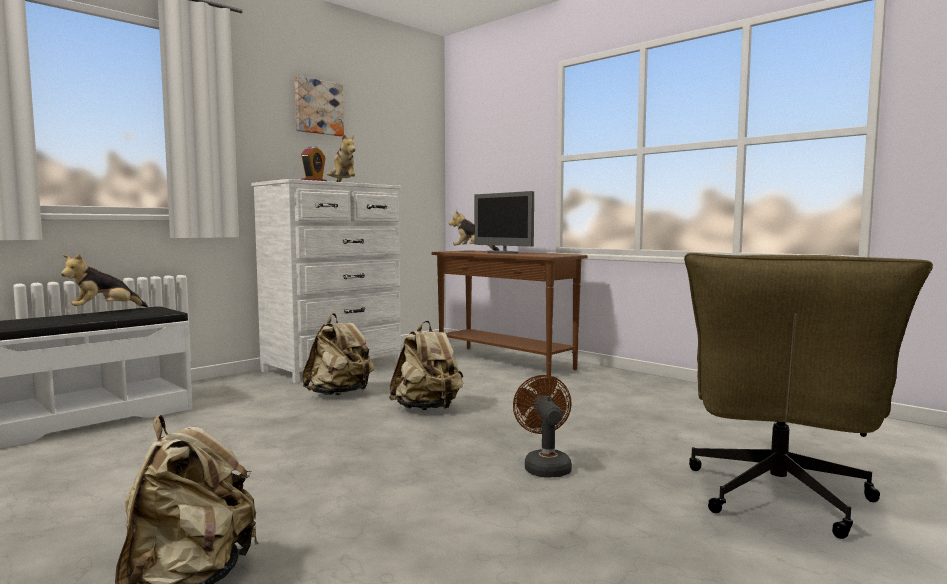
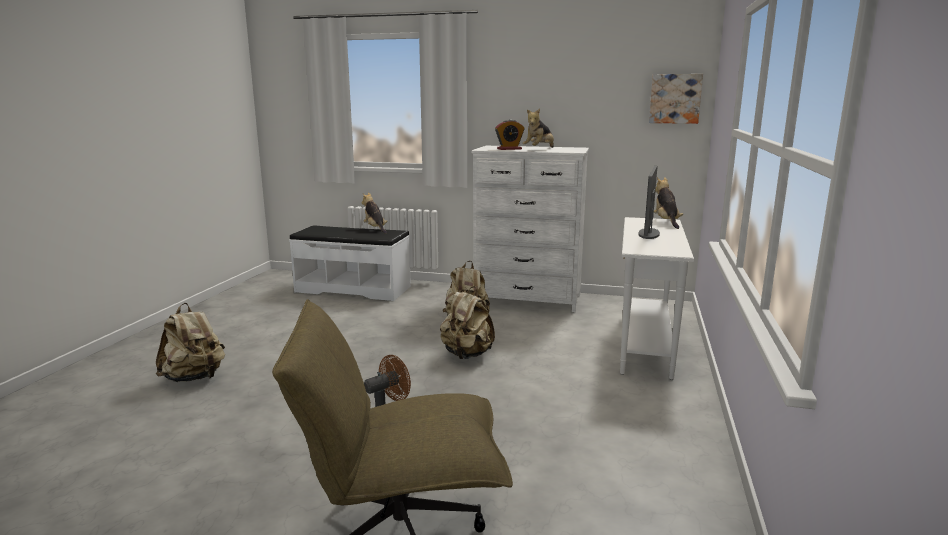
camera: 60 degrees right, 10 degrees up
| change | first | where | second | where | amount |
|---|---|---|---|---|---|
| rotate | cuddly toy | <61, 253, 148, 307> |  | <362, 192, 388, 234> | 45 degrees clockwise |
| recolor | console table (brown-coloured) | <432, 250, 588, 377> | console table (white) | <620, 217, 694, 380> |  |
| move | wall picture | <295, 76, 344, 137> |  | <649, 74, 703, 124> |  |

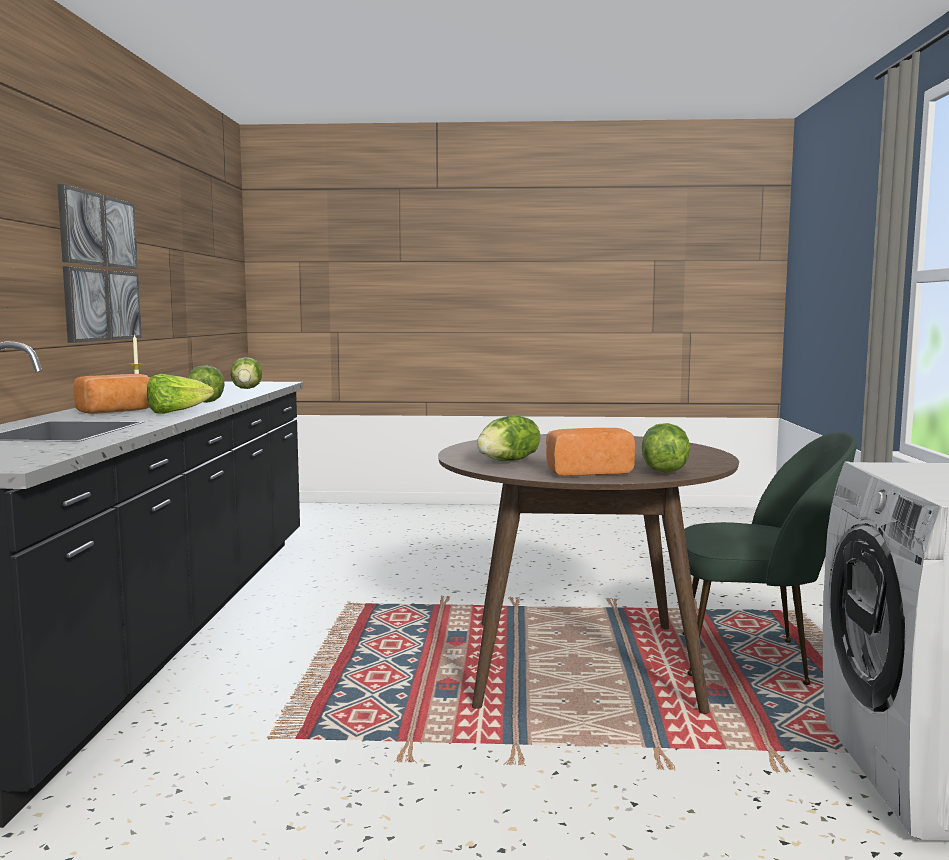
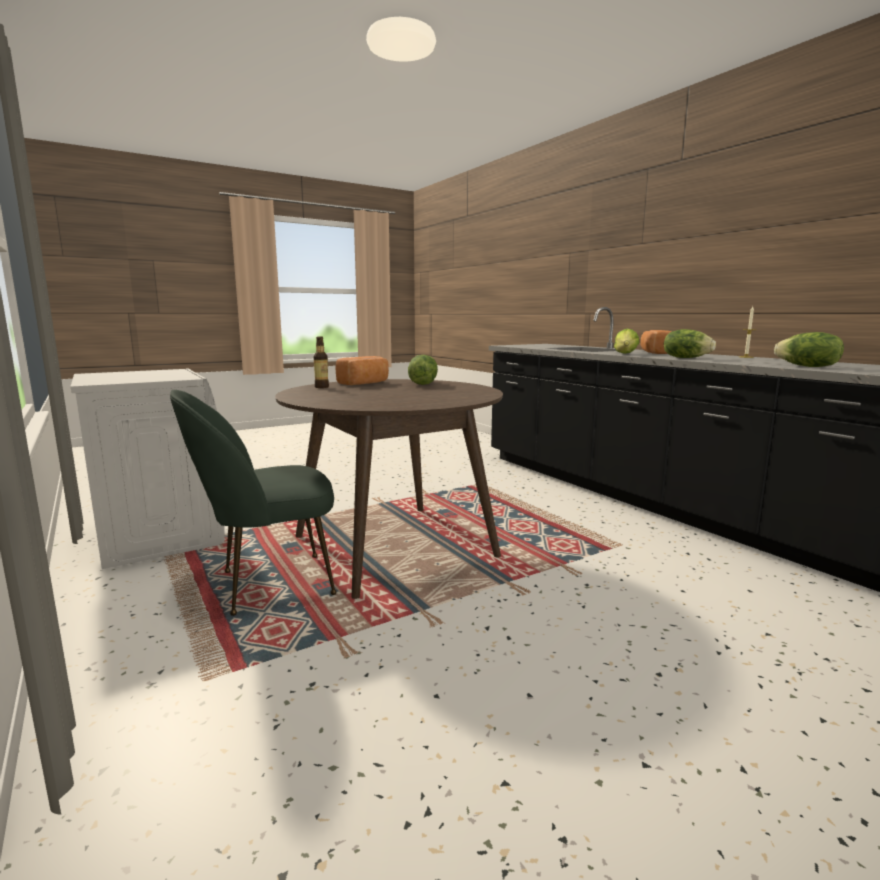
camera: 145 degrees right, 5 degrees up
| change | first | where | second | where | amount |
|---|---|---|---|---|---|
| replace | lettuce head | <642, 423, 690, 473> | drink bottle | <313, 336, 329, 388> |  |
| delete | wall picture | <57, 184, 142, 343> |  |  |  |

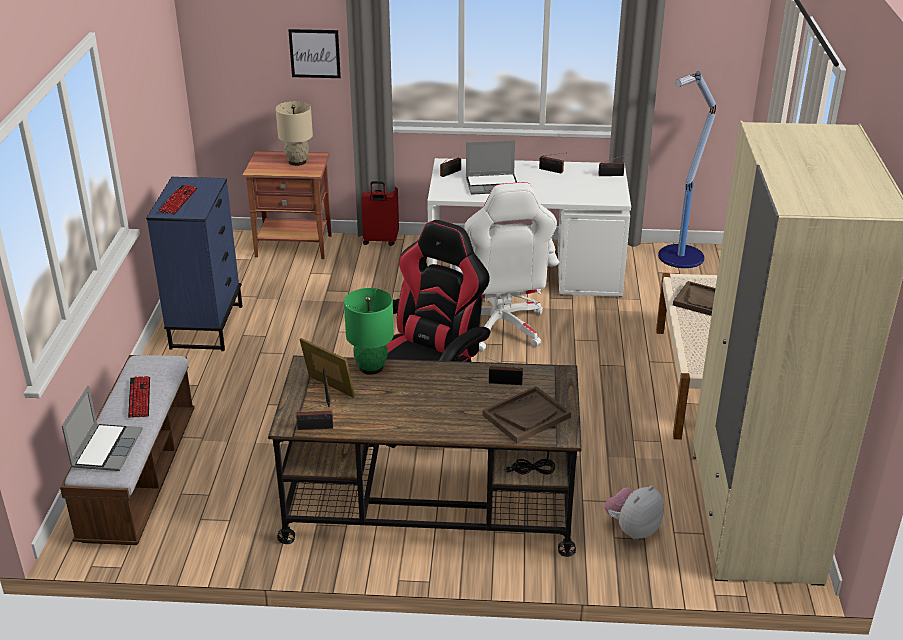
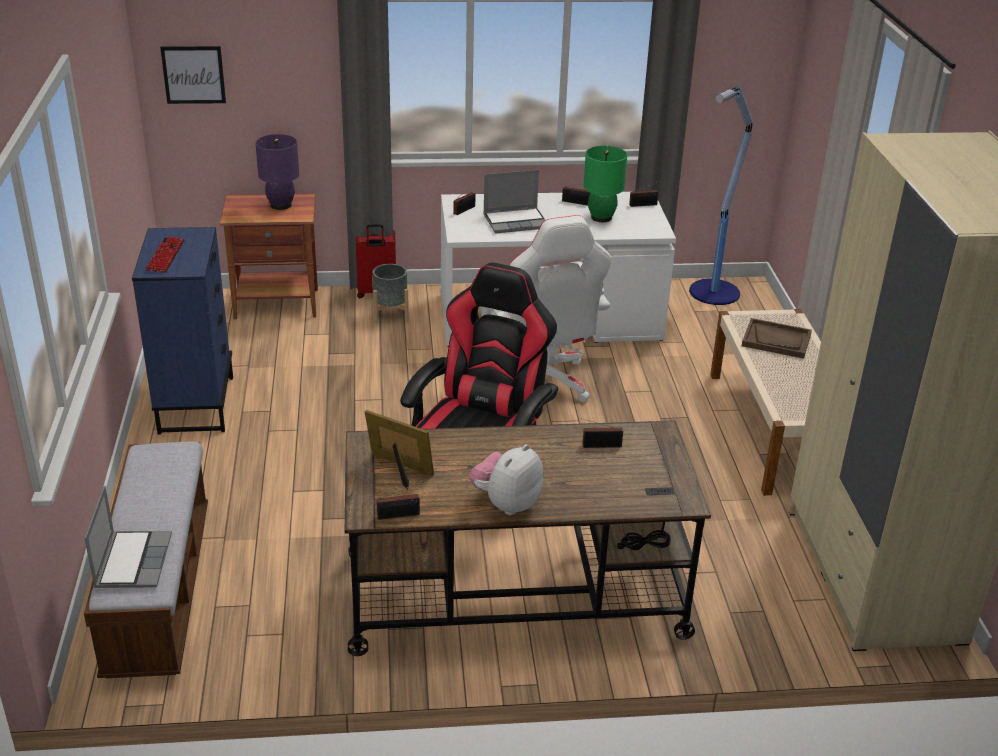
camera: 10 degrees left, 0 degrees up
| change | first | where | second | where | amount |
|---|---|---|---|---|---|
| move | wall picture | <288, 29, 341, 78> |  | <160, 46, 226, 104> |  |
| recolor | lamp for a table (beige) | <276, 101, 313, 166> | lamp for a table (purple) | <255, 134, 299, 210> |  |
| insert |  |  | plant pot (gray) | <372, 264, 409, 324> |  |
| move | cuddly toy | <605, 486, 664, 539> |  | <469, 444, 544, 515> |  |
| move | lamp for a table (green) | <344, 288, 394, 375> |  | <583, 146, 627, 222> |  |
| delete | PC keyboard | <128, 376, 150, 418> |  |  |  |
| delete | serving tray (brown-coloured) | <483, 386, 571, 443> |  |  |  |

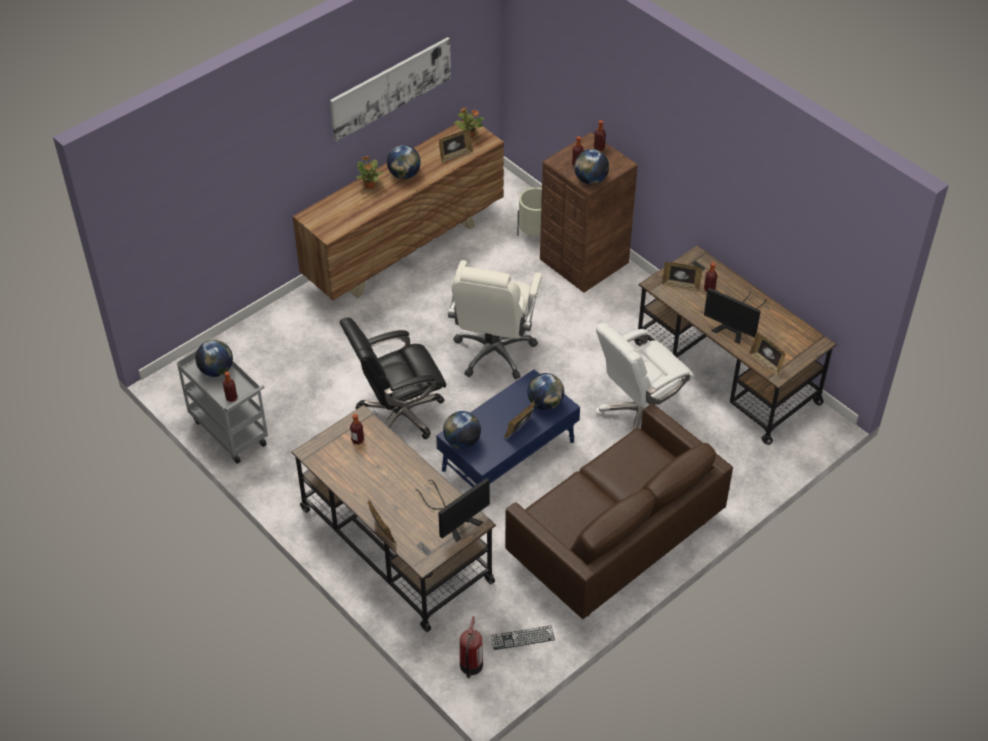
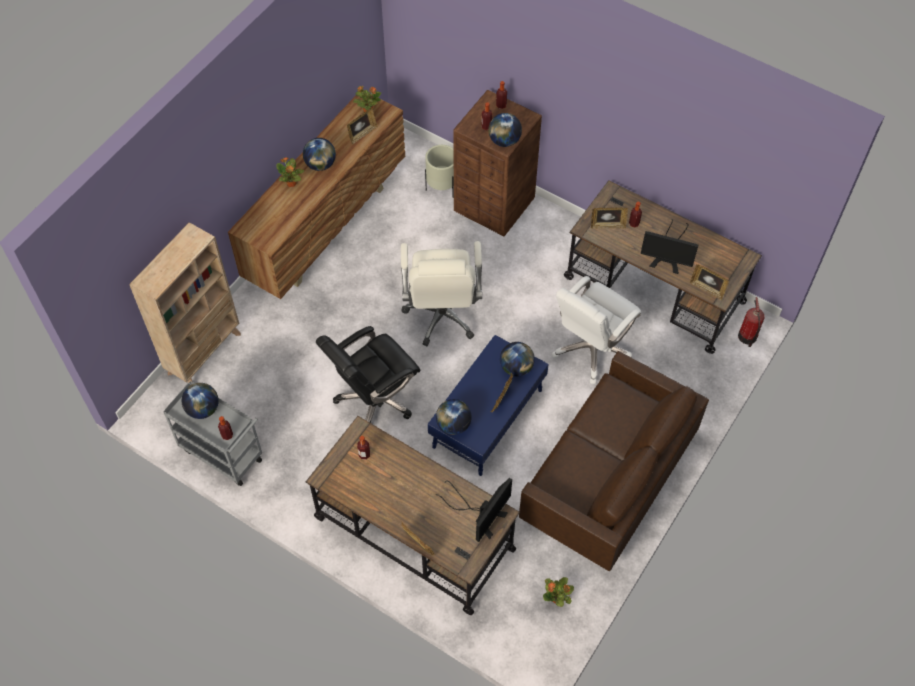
camera: 15 degrees left, 10 degrees up
| change | first | where | second | where | amount |
|---|---|---|---|---|---|
| insert |  |  | shelving unit (beige) | <129, 222, 241, 383> |  |
| replace | PC keyboard | <490, 626, 555, 650> | potted plant | <543, 577, 574, 607> |  |
| move | fire extinguisher | <460, 616, 483, 678> |  | <738, 297, 765, 347> |  |
| delete | wall picture | <330, 37, 451, 142> |  |  |  |

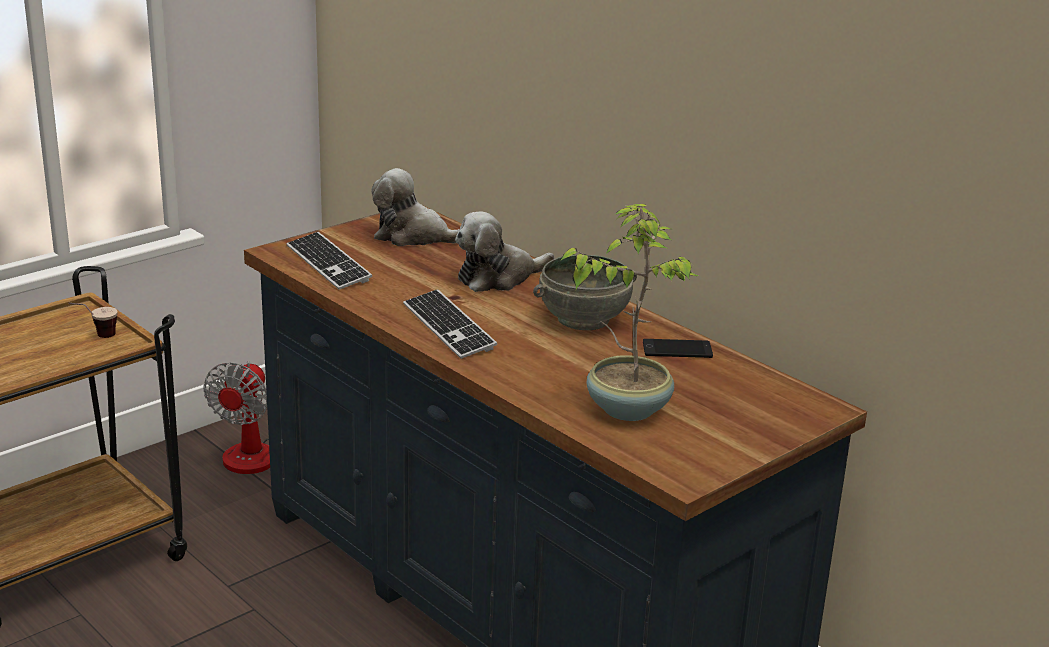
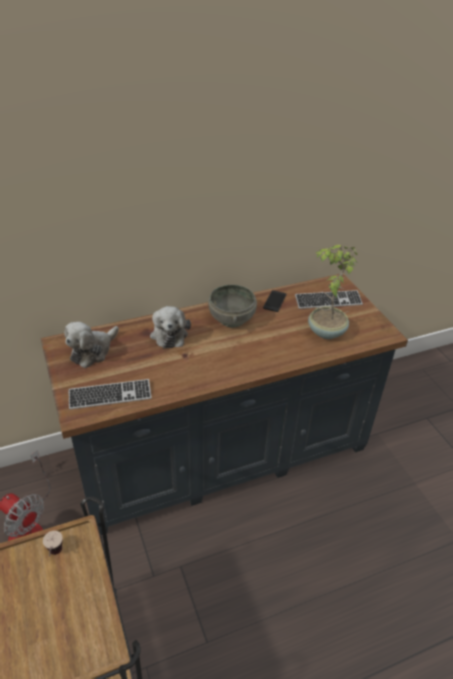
camera: 70 degrees left, 15 degrees up
| change | first | where | second | where | amount |
|---|---|---|---|---|---|
| move | PC keyboard | <403, 289, 497, 359> |  | <295, 290, 363, 309> |  |

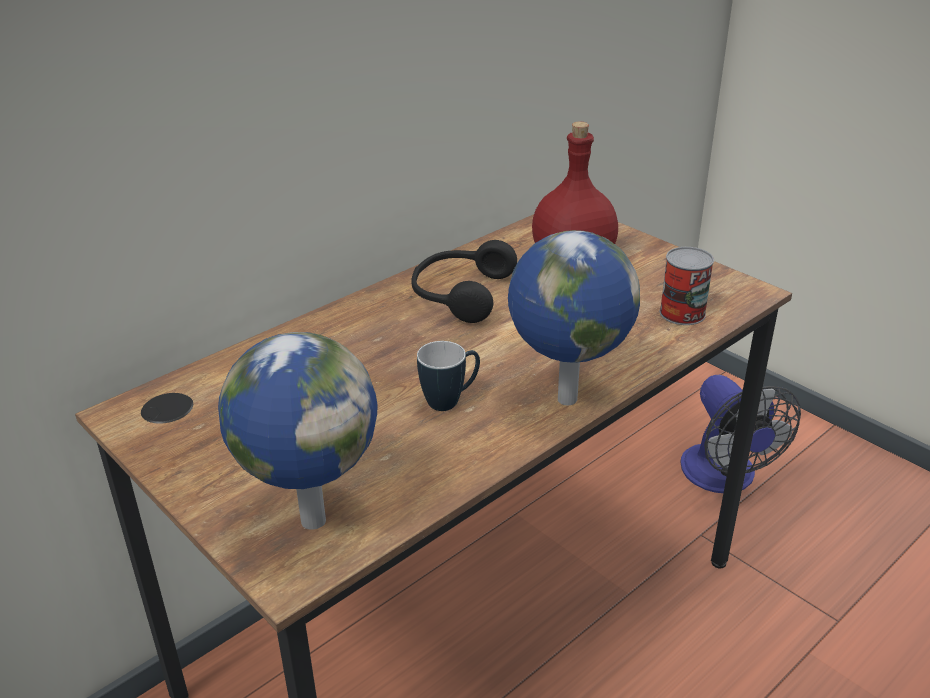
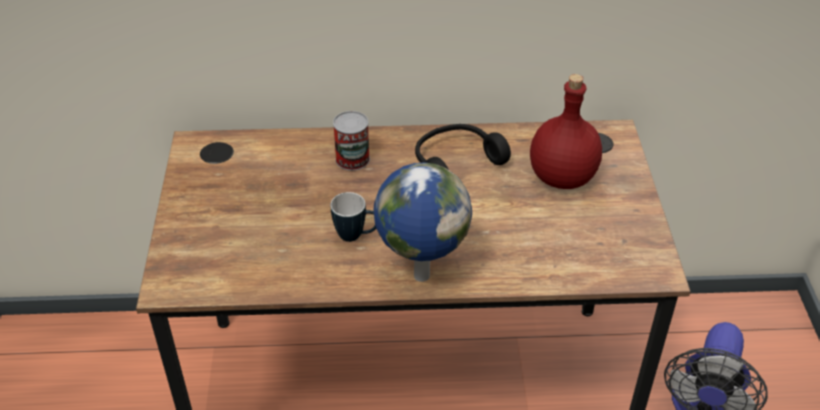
camera: 40 degrees right, 10 degrees up
| change | first | where | second | where | amount |
|---|---|---|---|---|---|
| move | can | <660, 247, 714, 325> |  | <333, 111, 370, 171> |  |
| delete | world globe | <218, 332, 377, 529> |  |  |  |

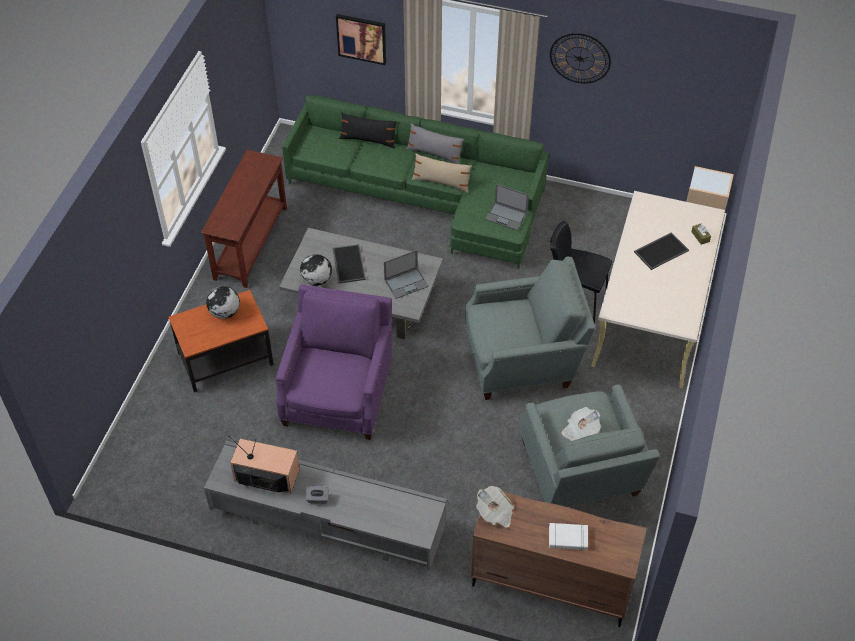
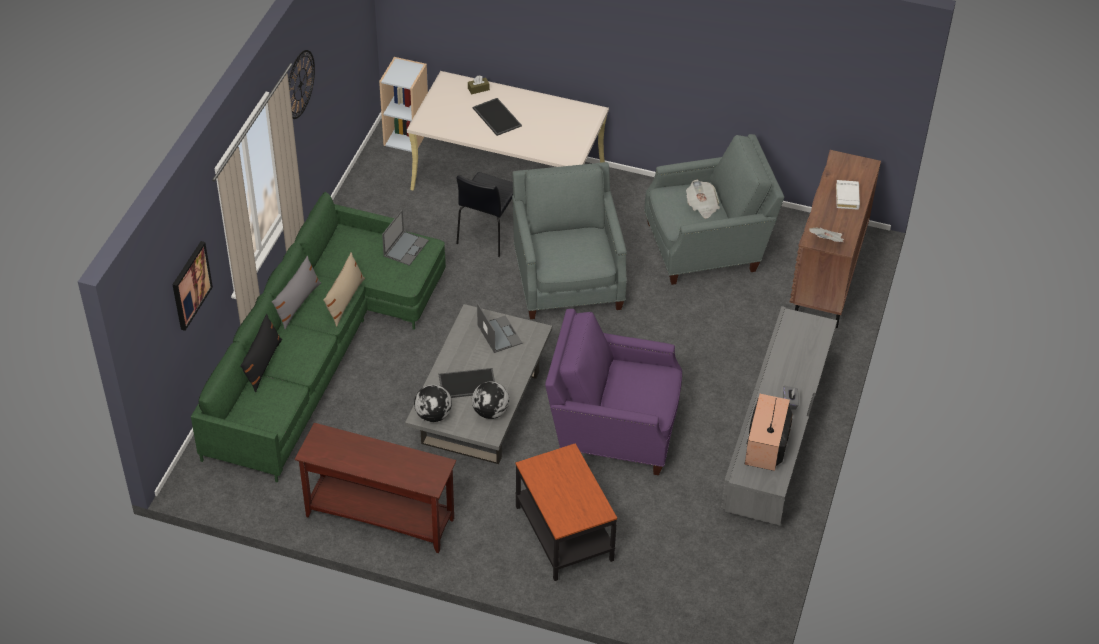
camera: 90 degrees left, 5 degrees down
| change | first | where | second | where | amount |
|---|---|---|---|---|---|
| move | world globe | <206, 286, 240, 319> |  | <414, 385, 452, 422> |  |

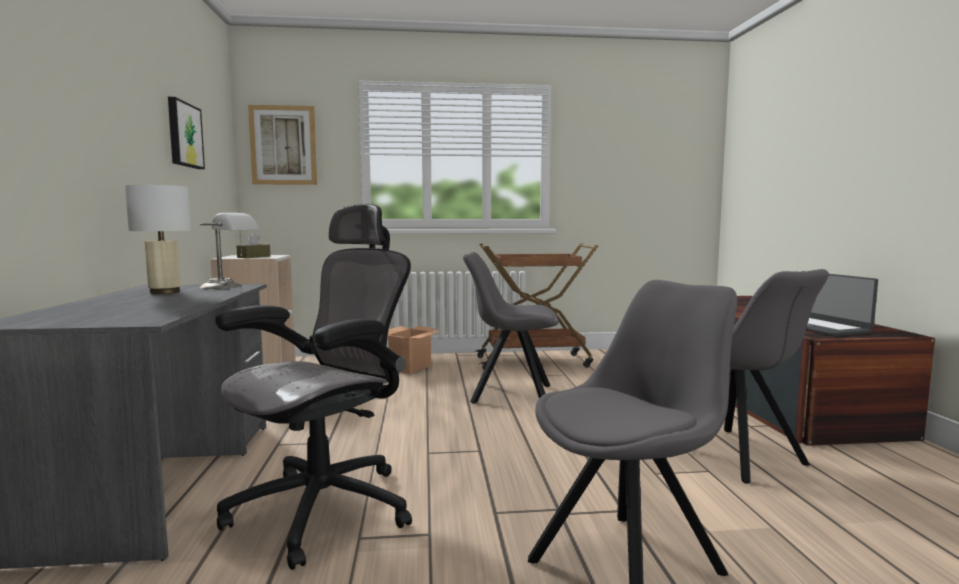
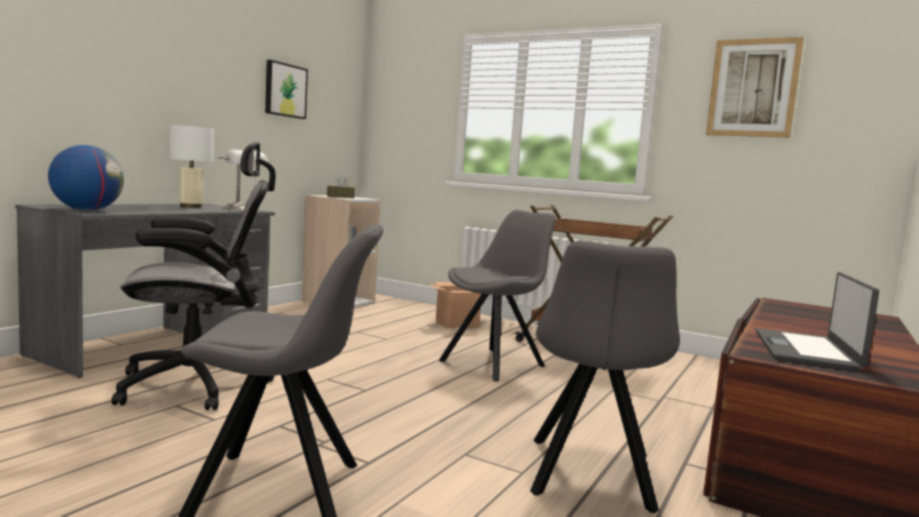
camera: 35 degrees right, 0 degrees up
| change | first | where | second | where | amount |
|---|---|---|---|---|---|
| insert |  |  | world globe | <48, 145, 124, 211> |  |
| rotate | chair (gray) | <463, 252, 559, 404> |  | <439, 210, 556, 381> | 90 degrees clockwise |
| move | wall picture | <248, 105, 317, 185> |  | <706, 37, 804, 138> |  |

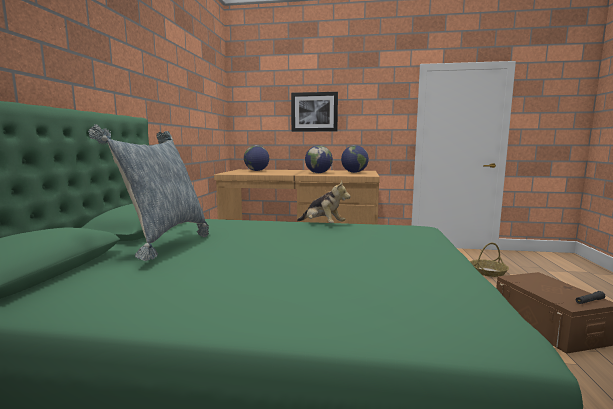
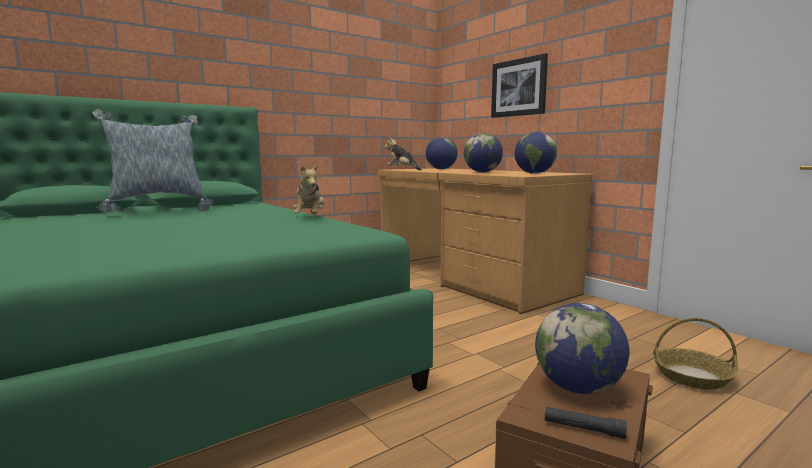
camera: 45 degrees right, 0 degrees up
| change | first | where | second | where | amount |
|---|---|---|---|---|---|
| insert |  |  | cuddly toy | <384, 137, 422, 171> |  |
| insert |  |  | world globe | <535, 303, 629, 394> |  |

